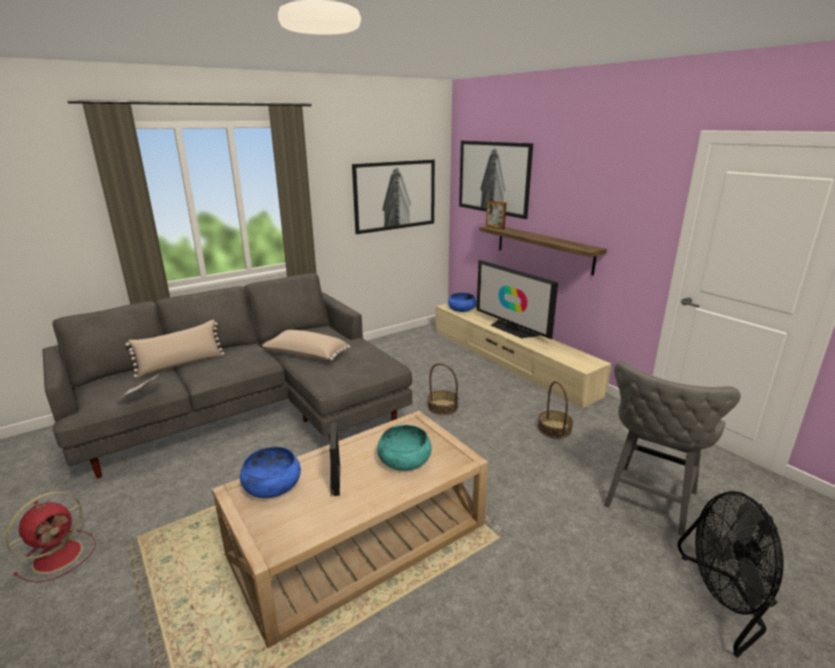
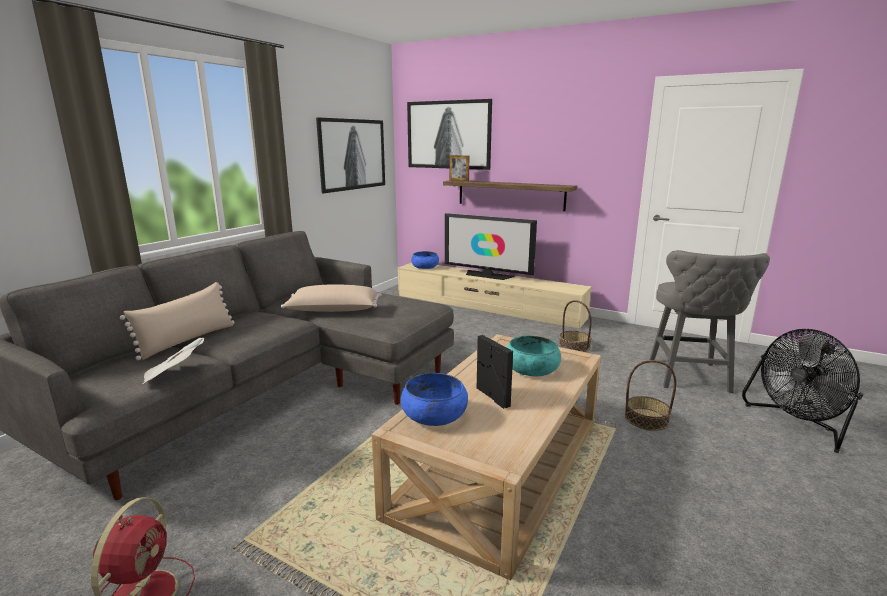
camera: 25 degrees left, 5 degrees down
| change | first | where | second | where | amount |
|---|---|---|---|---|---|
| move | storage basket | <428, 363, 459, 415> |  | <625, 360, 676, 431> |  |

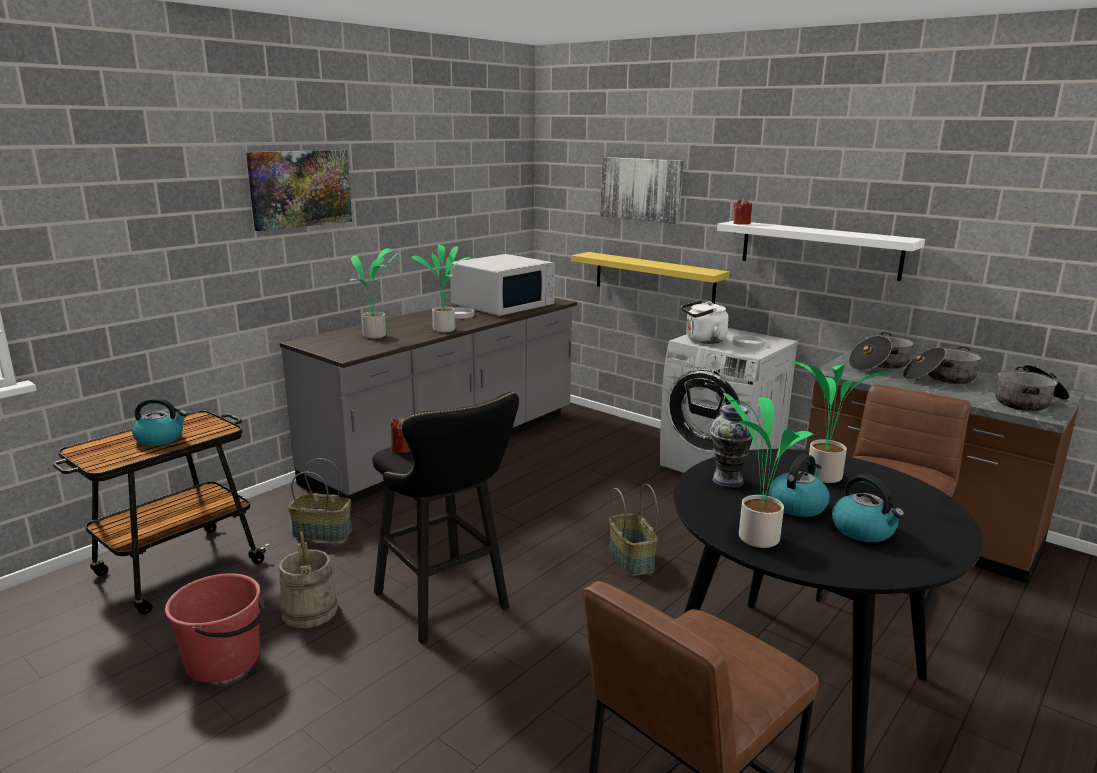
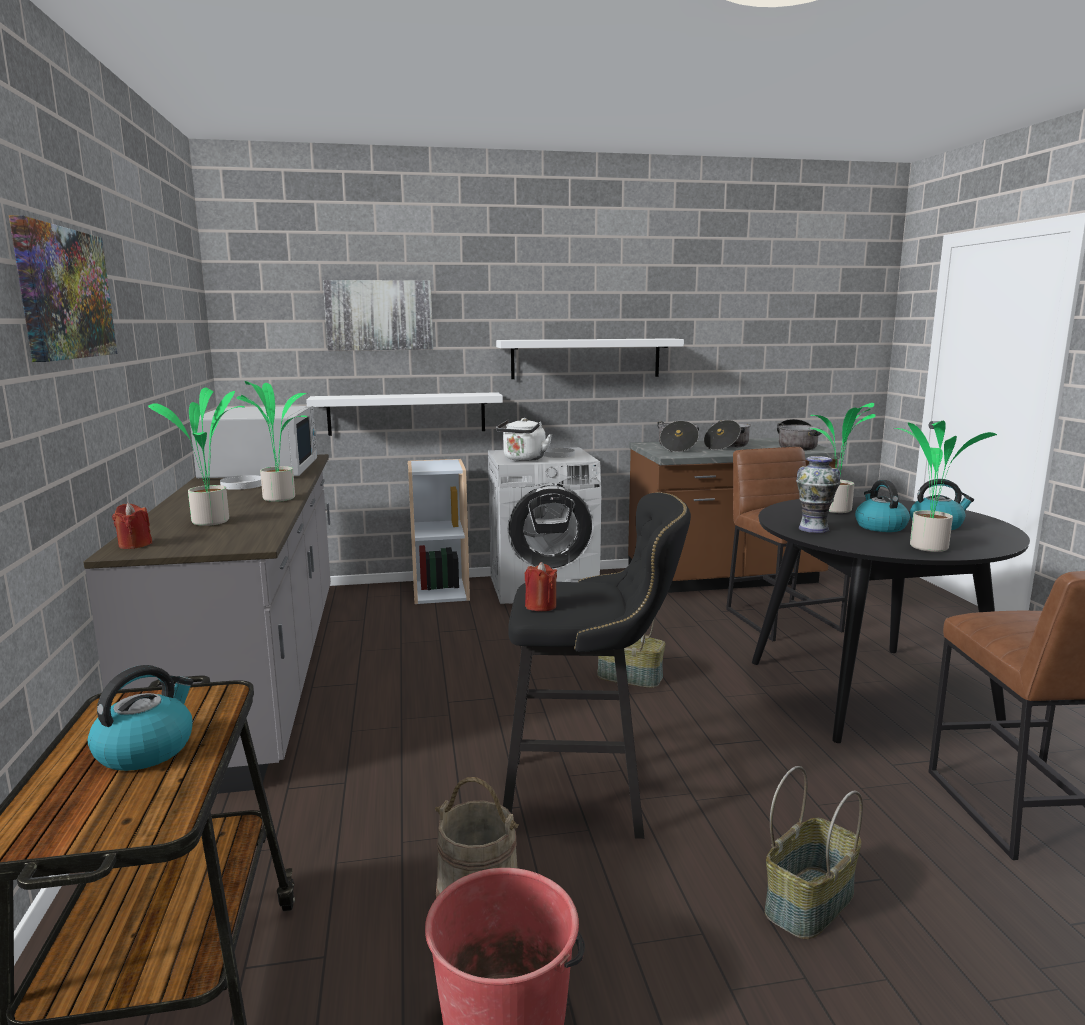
camera: 50 degrees left, 5 degrees down
| change | first | where | second | where | amount |
|---|---|---|---|---|---|
| move | wax light (reddish) | <734, 198, 752, 225> |  | <112, 503, 152, 549> |  |
| recolor | shelf (yellowish) | <571, 252, 730, 304> | shelf (white) | <306, 392, 503, 436> |  |
| insert |  |  | shelving unit | <408, 459, 470, 604> |  |
| move | storage basket | <288, 458, 352, 542> |  | <765, 766, 863, 939> |  |

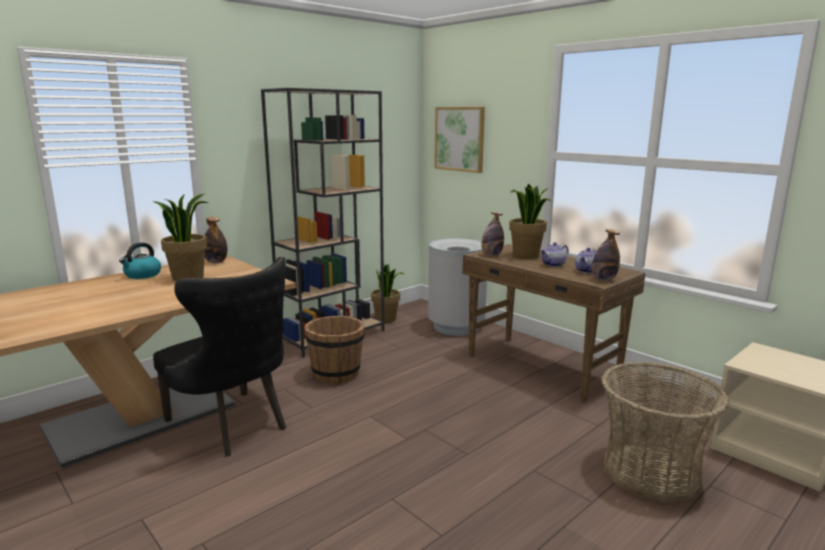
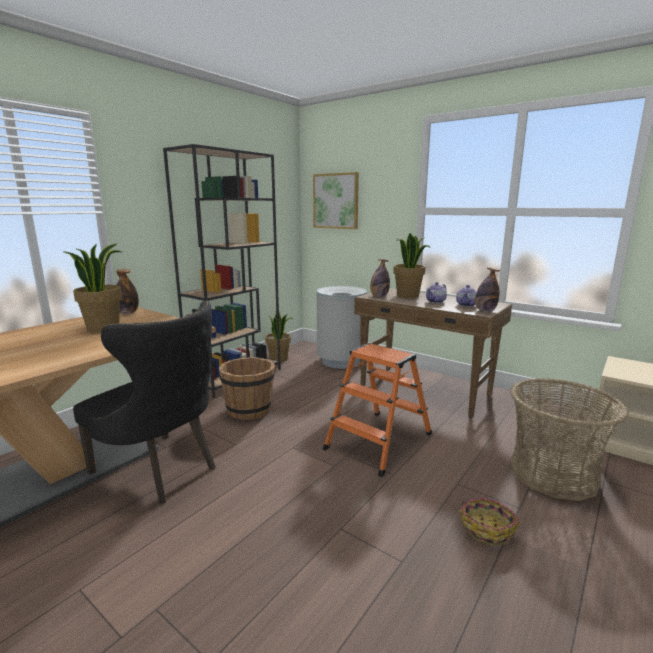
camera: 10 degrees left, 0 degrees up
| change | first | where | second | where | amount |
|---|---|---|---|---|---|
| insert |  |  | stepladder (orange) | <323, 343, 432, 477> |  |
| insert |  |  | storage basket | <460, 498, 519, 546> |  |
| delete | kettle | <119, 242, 161, 279> |  |  |  |

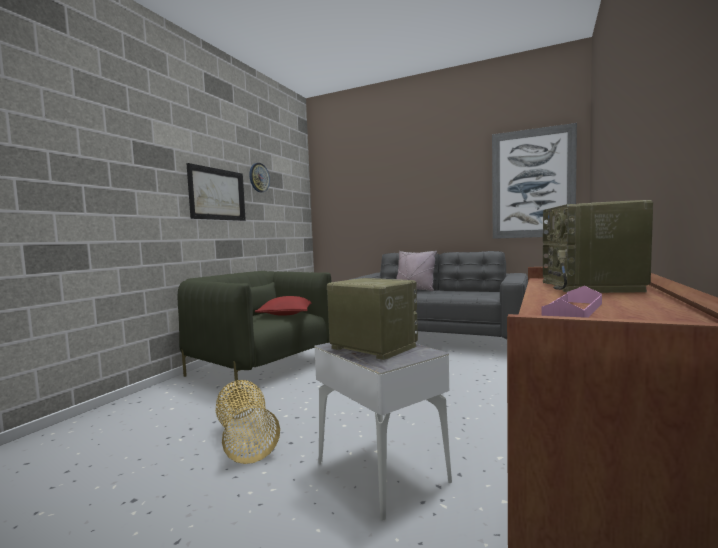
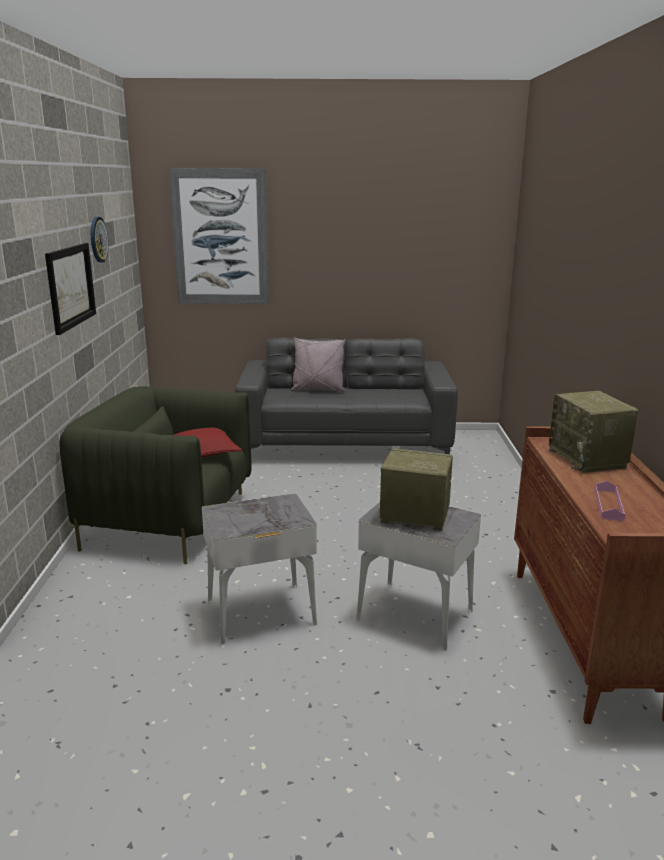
camera: 25 degrees left, 15 degrees up
| change | first | where | second | where | amount |
|---|---|---|---|---|---|
| move | wall picture | <492, 123, 577, 239> |  | <169, 168, 269, 304> |  |
| replace | storage basket | <216, 380, 280, 464> | accent table | <202, 493, 317, 644> |  |

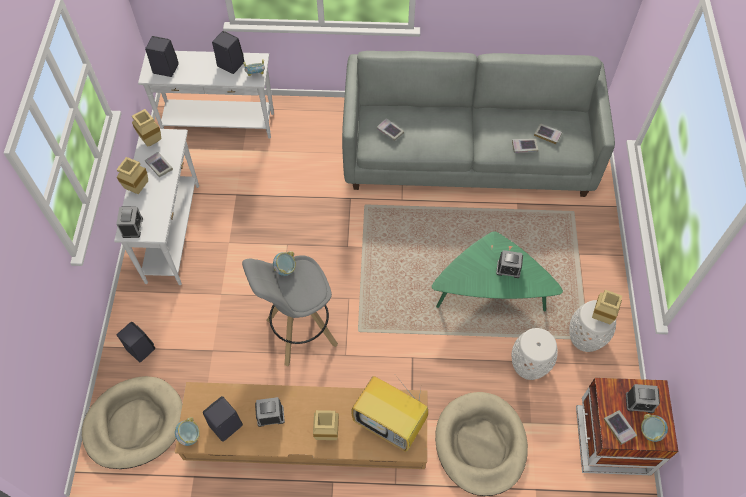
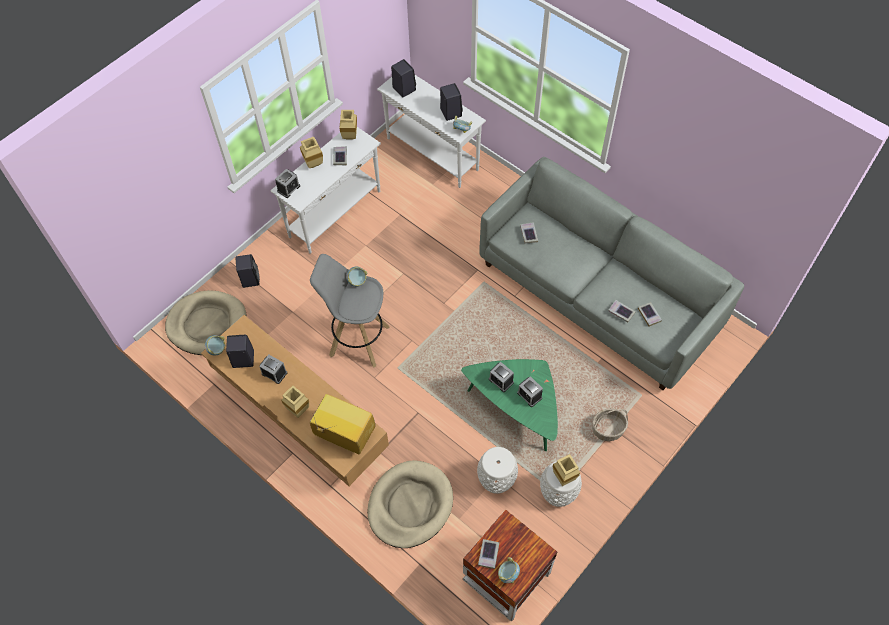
camera: 40 degrees right, 0 degrees up
| change | first | where | second | where | amount |
|---|---|---|---|---|---|
| rotate | TV set | <351, 376, 428, 452> |  | <310, 394, 375, 454> | 135 degrees clockwise |
| move | table clock | <626, 384, 660, 413> |  | <489, 362, 514, 392> |  |
| insert |  |  | storage basket | <592, 408, 628, 441> |  |

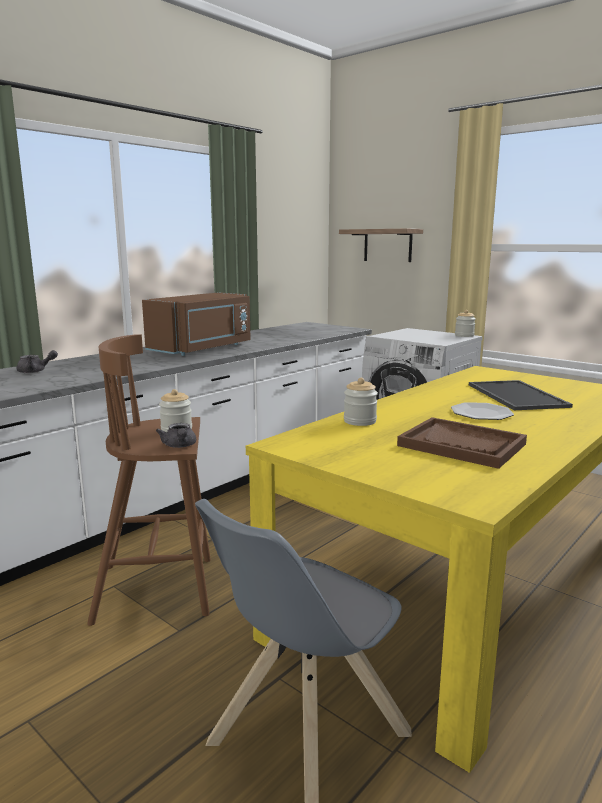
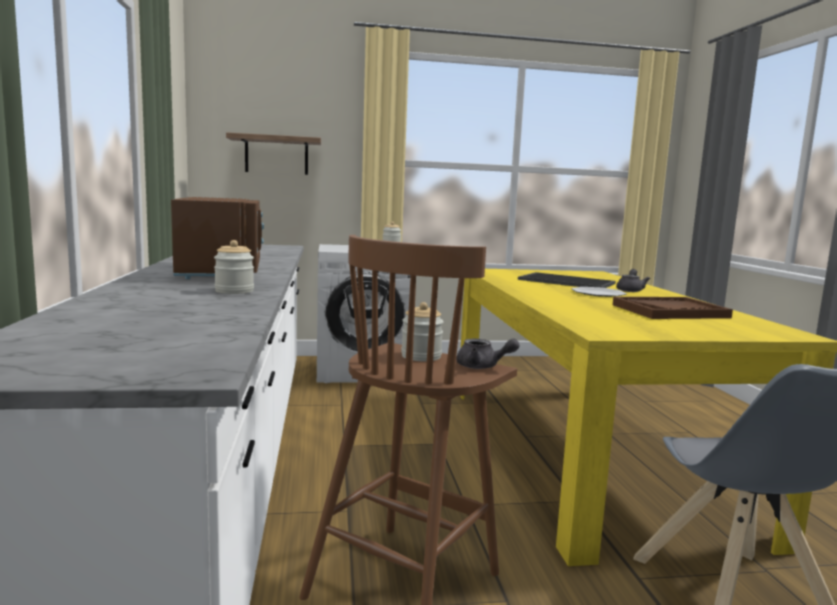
camera: 50 degrees left, 5 degrees down
| change | first | where | second | where | amount |
|---|---|---|---|---|---|
| move | preserve jar | <344, 378, 378, 426> |  | <214, 240, 254, 294> |  |
| move | pot for tea (gray) | <16, 350, 58, 373> |  | <616, 269, 650, 292> |  |

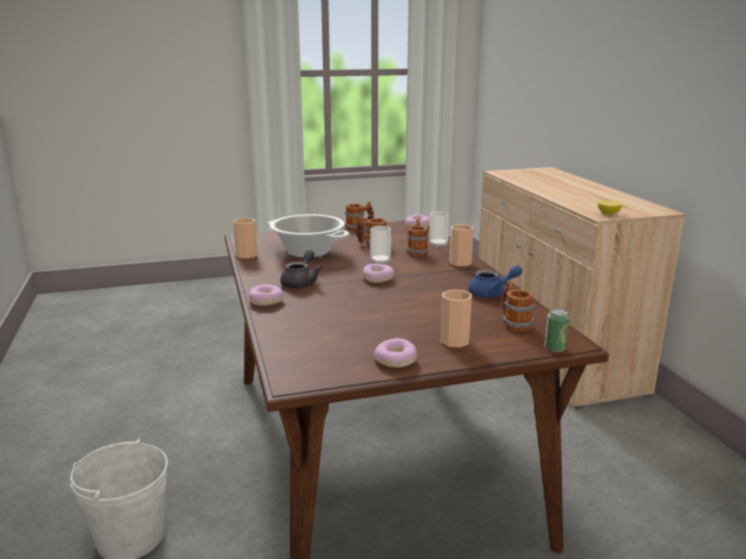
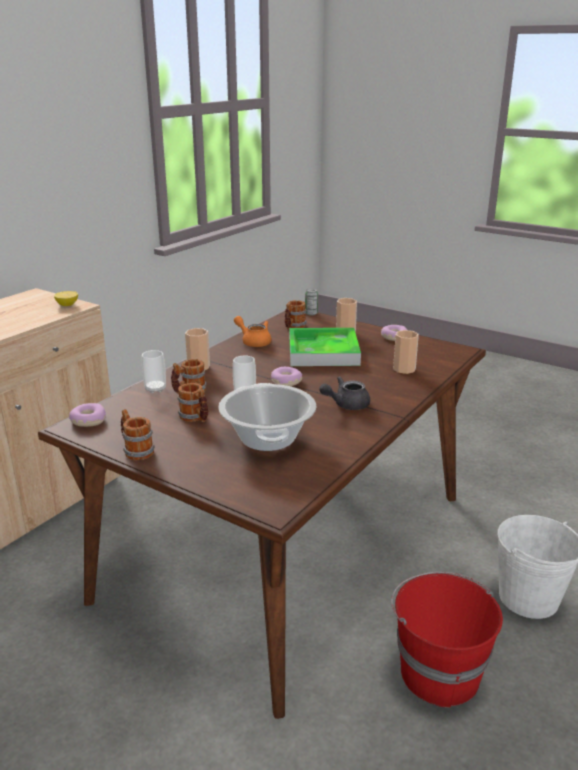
camera: 130 degrees left, 5 degrees up
| change | first | where | second | where | amount |
|---|---|---|---|---|---|
| recolor | pot for tea (blue) | <468, 265, 522, 298> | pot for tea (orange) | <234, 316, 271, 347> |  |
| insert |  |  | serving tray | <289, 328, 361, 366> |  |
| insert |  |  | water bucket (reddish) | <391, 572, 503, 707> |  |
| move | drinking cup | <233, 218, 258, 259> |  | <393, 330, 419, 374> |  |
| delete | donut | <248, 285, 284, 306> |  |  |  |

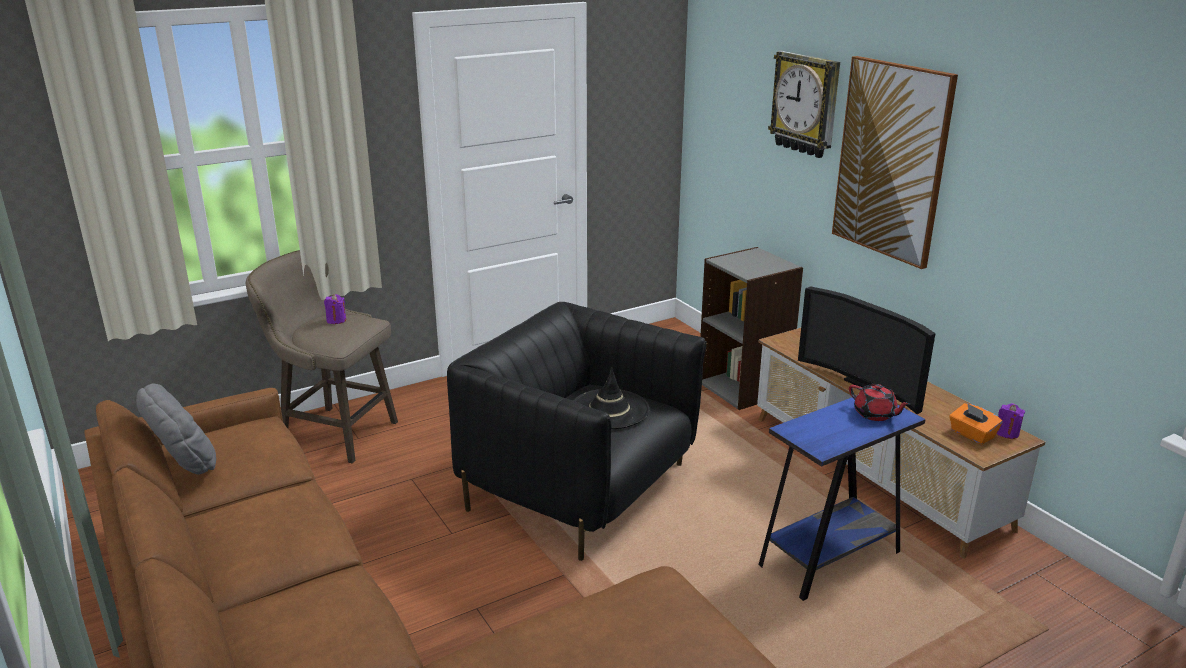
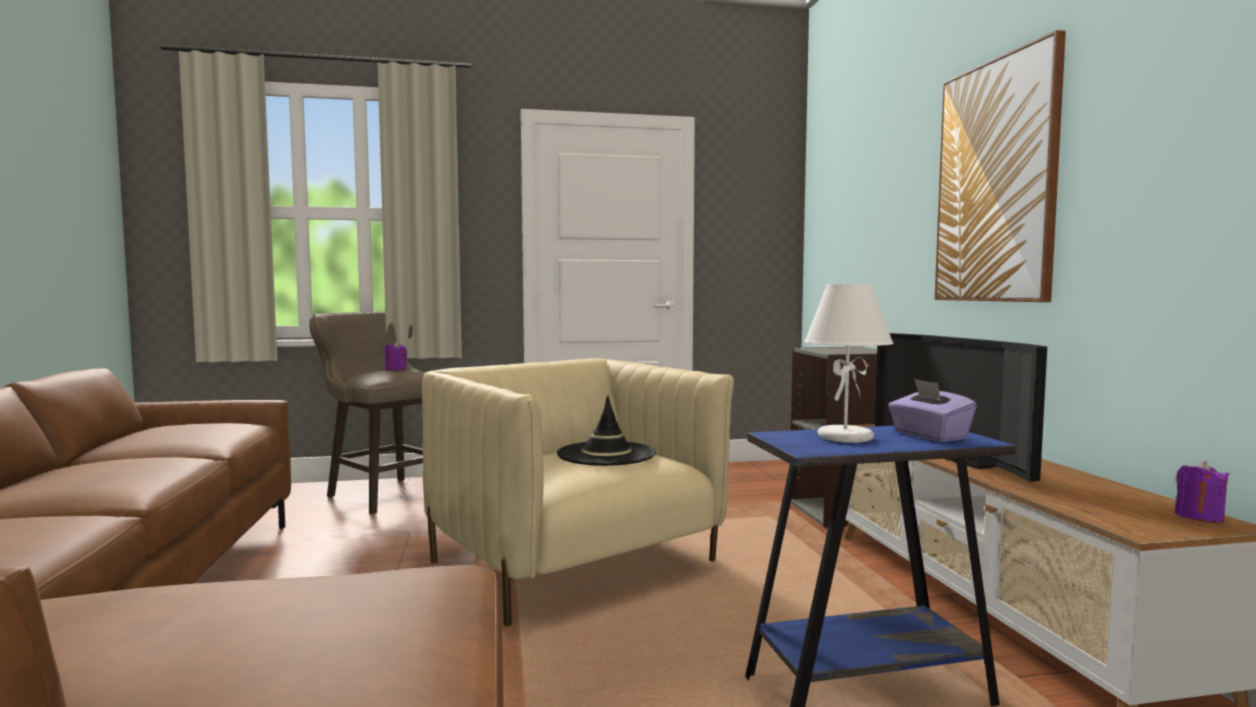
camera: 20 degrees right, 20 degrees down
| change | first | where | second | where | amount |
|---|---|---|---|---|---|
| recolor | armchair (blackish) | <447, 302, 707, 561> | armchair (beige) | <422, 358, 734, 626> |  |
| insert |  |  | lamp for a table (white) | <804, 284, 894, 443> |  |
| replace | pot for tea (reddish) | <849, 384, 911, 421> | tissue box (purple) | <888, 379, 977, 442> |  |
| delete | pillow (gray) | <136, 384, 216, 475> |  |  |  |
| delete | hanging clock | <768, 51, 840, 158> |  |  |  |
| delete | tissue box (orange) | <949, 403, 1002, 444> |  |  |  |

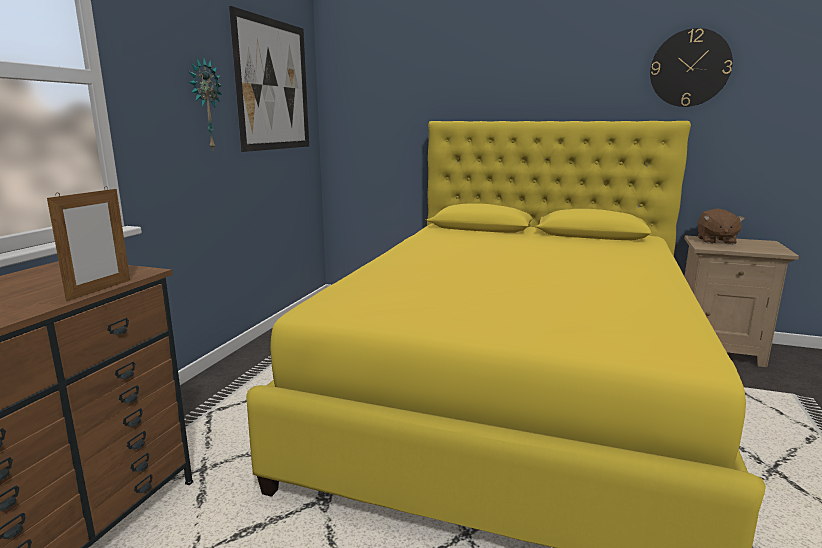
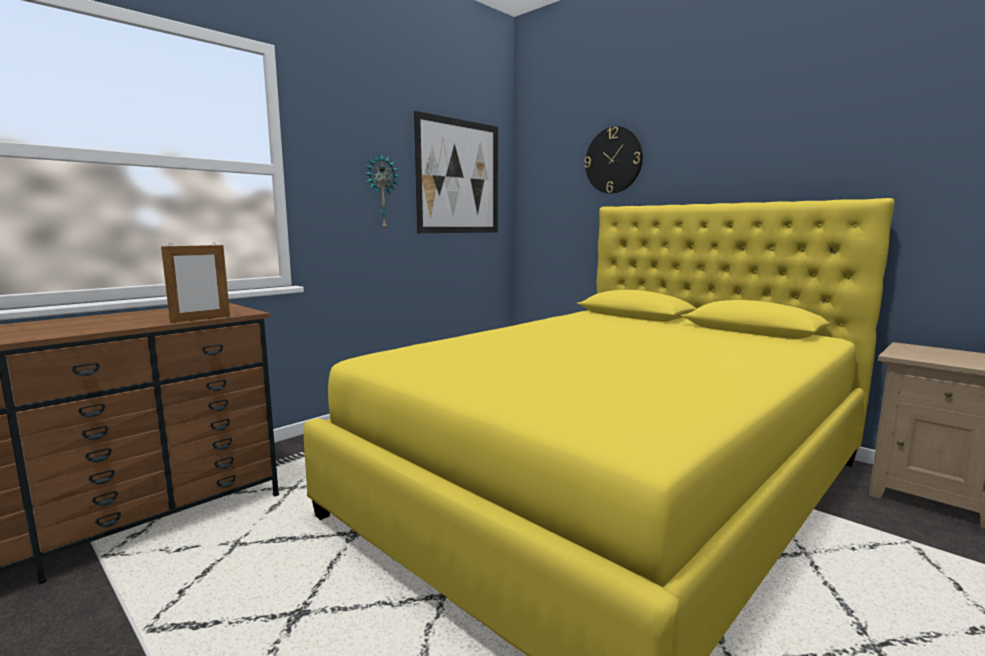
camera: 25 degrees right, 5 degrees down
| change | first | where | second | where | amount |
|---|---|---|---|---|---|
| move | hanging clock | <650, 28, 733, 107> |  | <584, 126, 643, 194> |  |
| delete | cuddly toy (brown-coloured) | <698, 209, 745, 245> |  |  |  |

